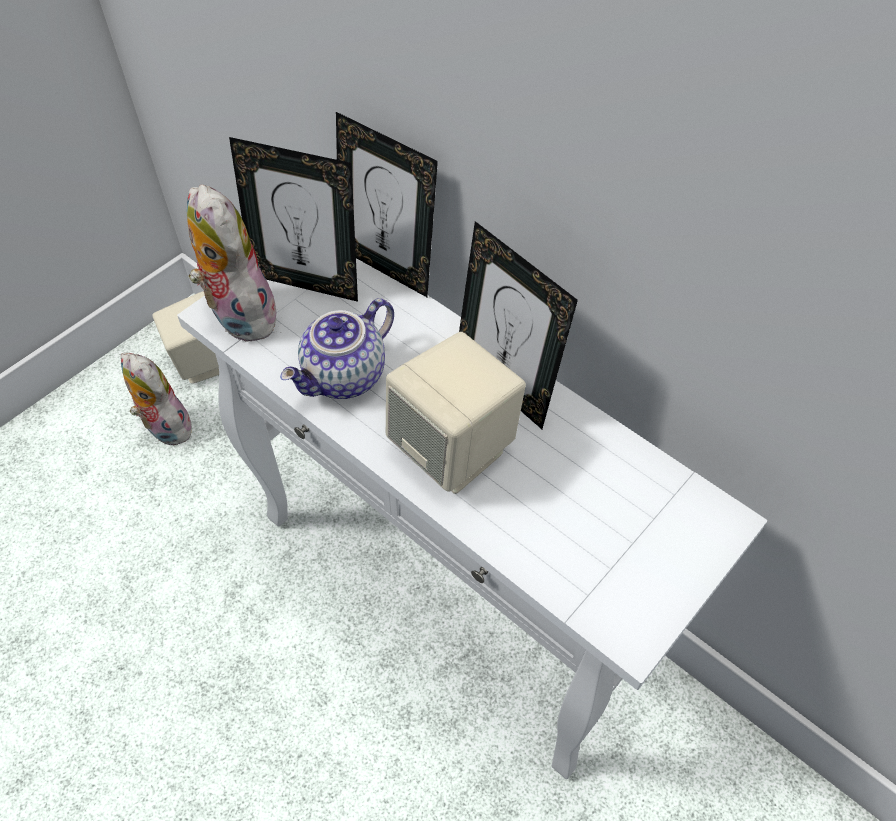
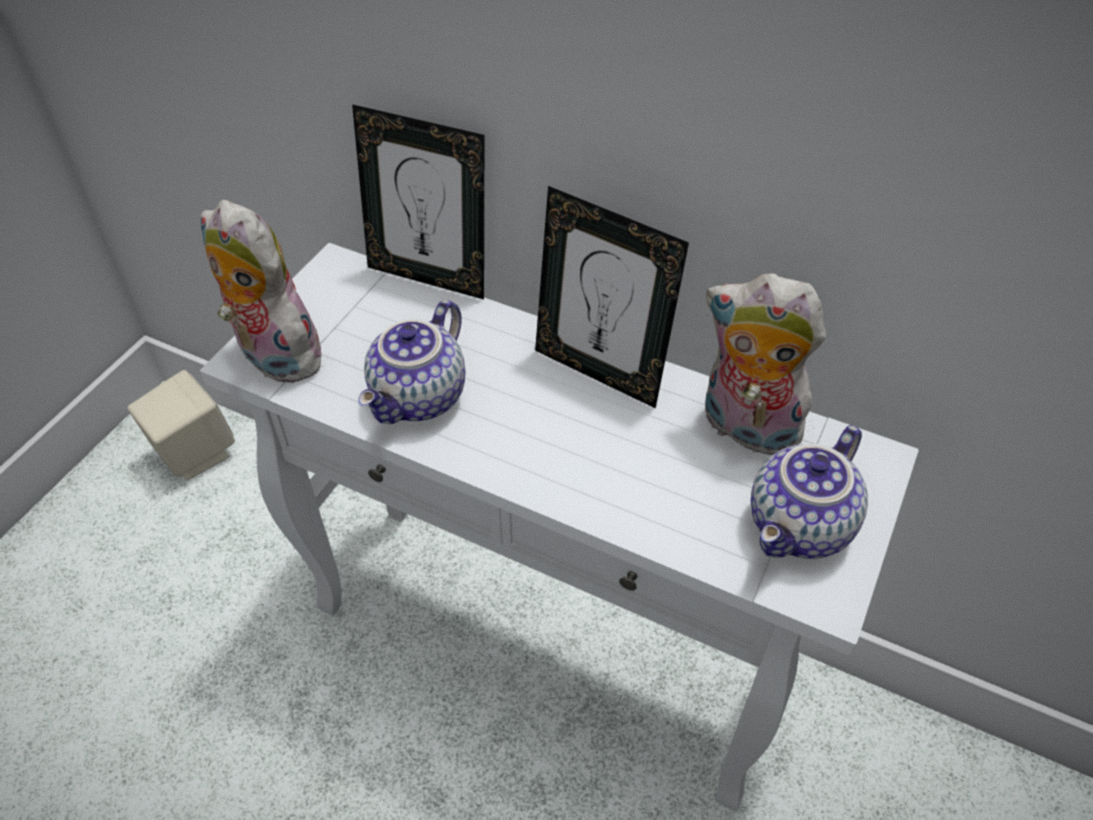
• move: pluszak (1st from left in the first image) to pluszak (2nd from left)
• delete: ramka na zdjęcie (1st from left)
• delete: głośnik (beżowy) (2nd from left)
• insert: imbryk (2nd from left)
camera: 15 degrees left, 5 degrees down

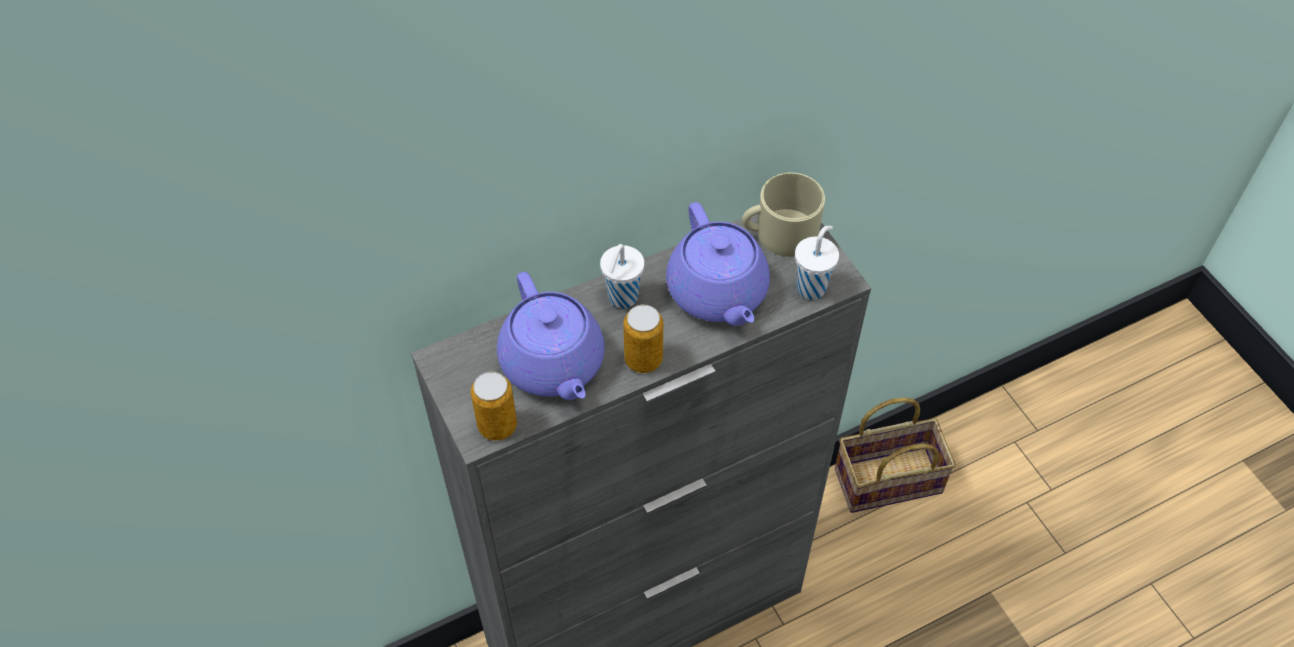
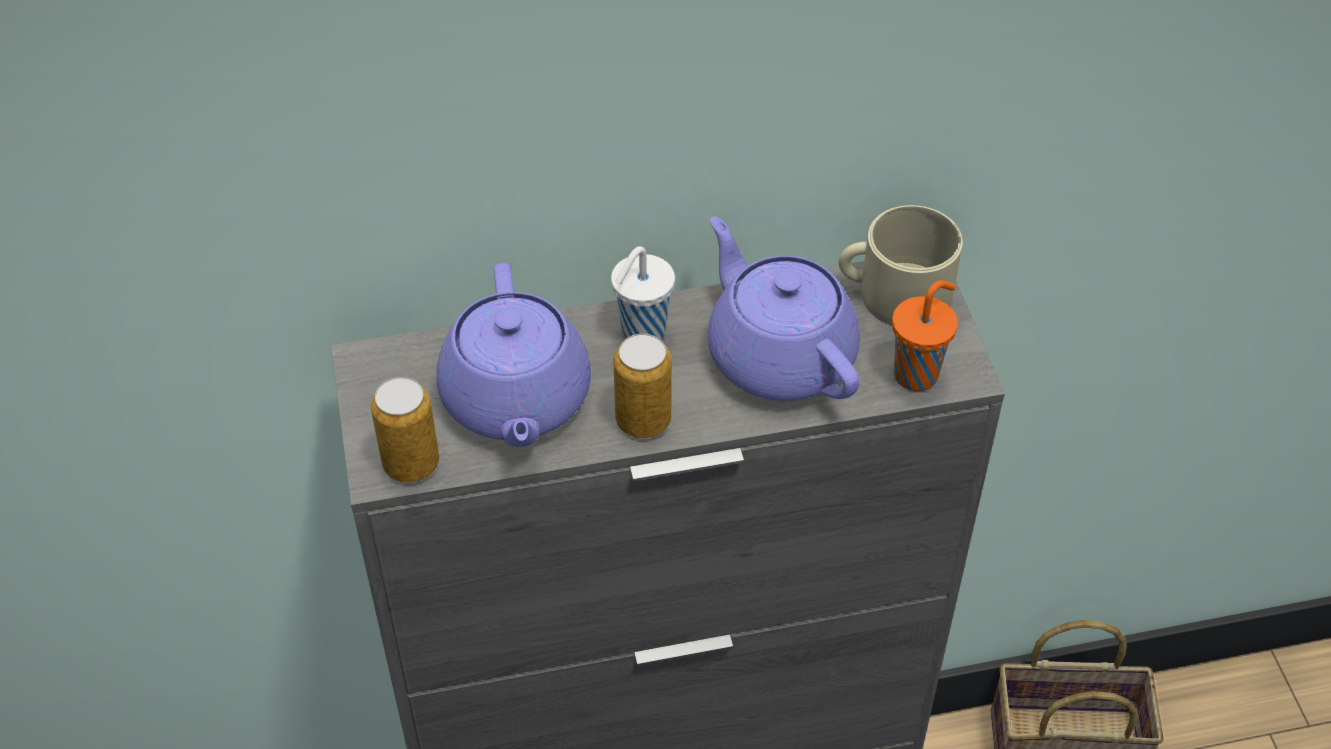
• rotate: imbryk (fioletowy) (2nd from left) 150 degrees clockwise
• recolor: filiżanka (biały) (2nd from left) to filiżanka (pomarańczowy)
camera: 15 degrees right, 5 degrees down

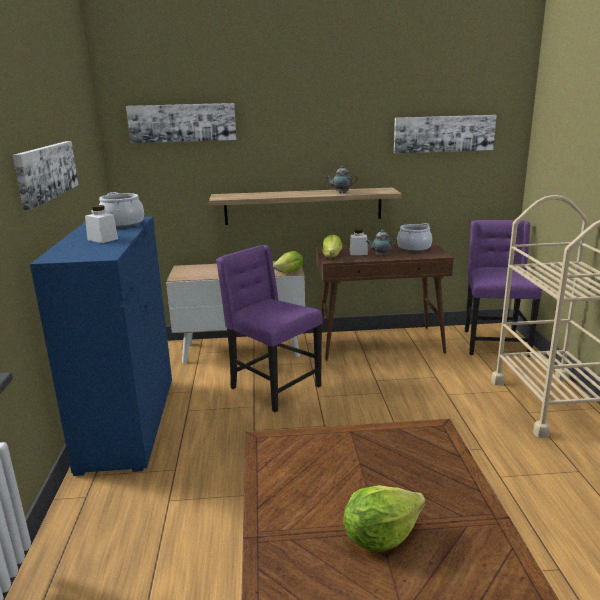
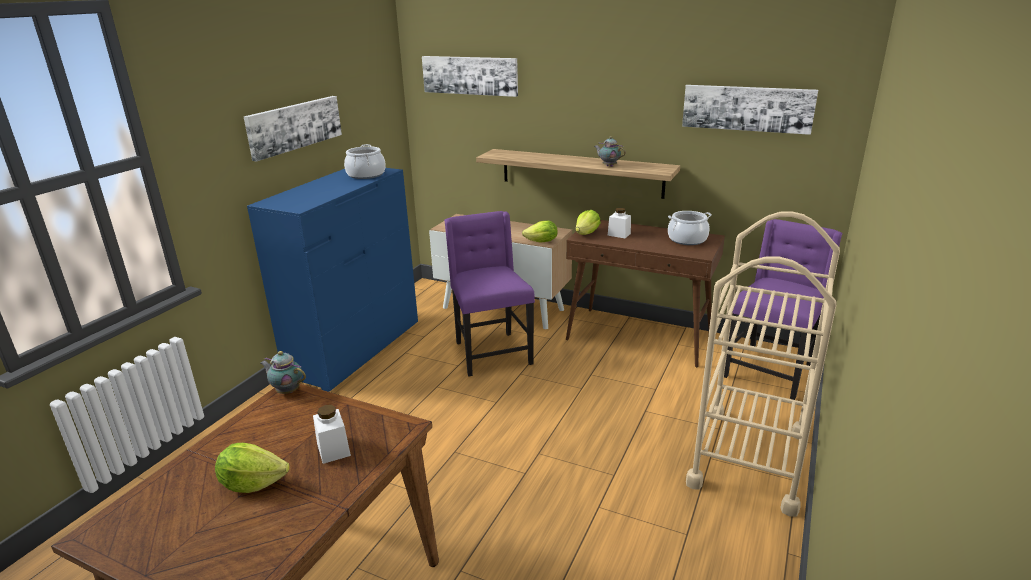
• move: słoik (biały) (1st from left)
• move: imbryk (2nd from left in the first image) to imbryk (1st from left)
camera: 30 degrees right, 5 degrees up

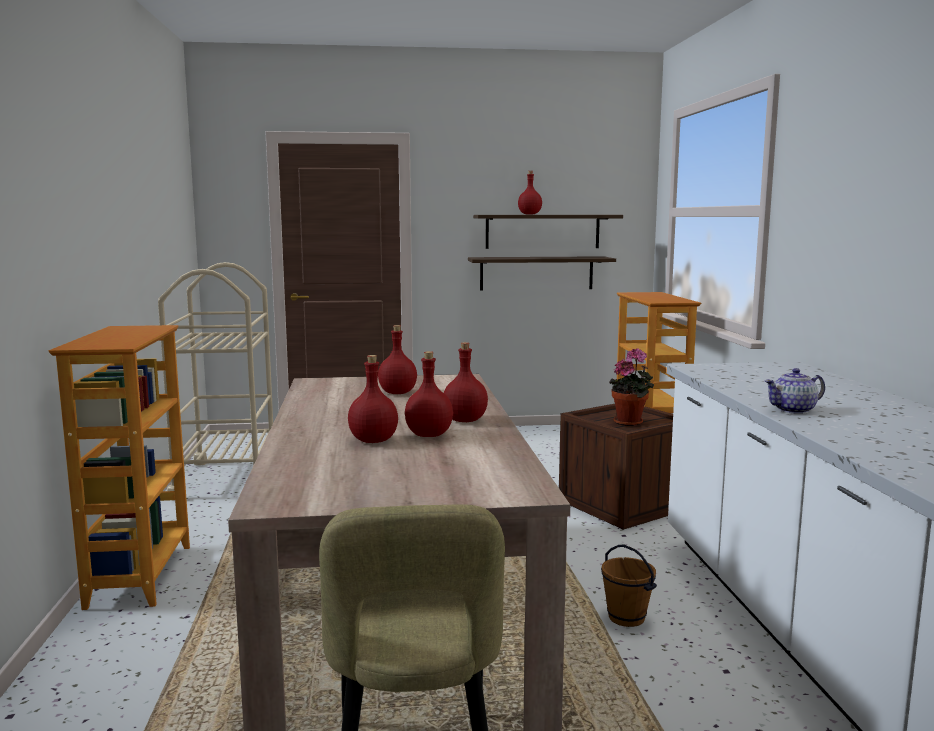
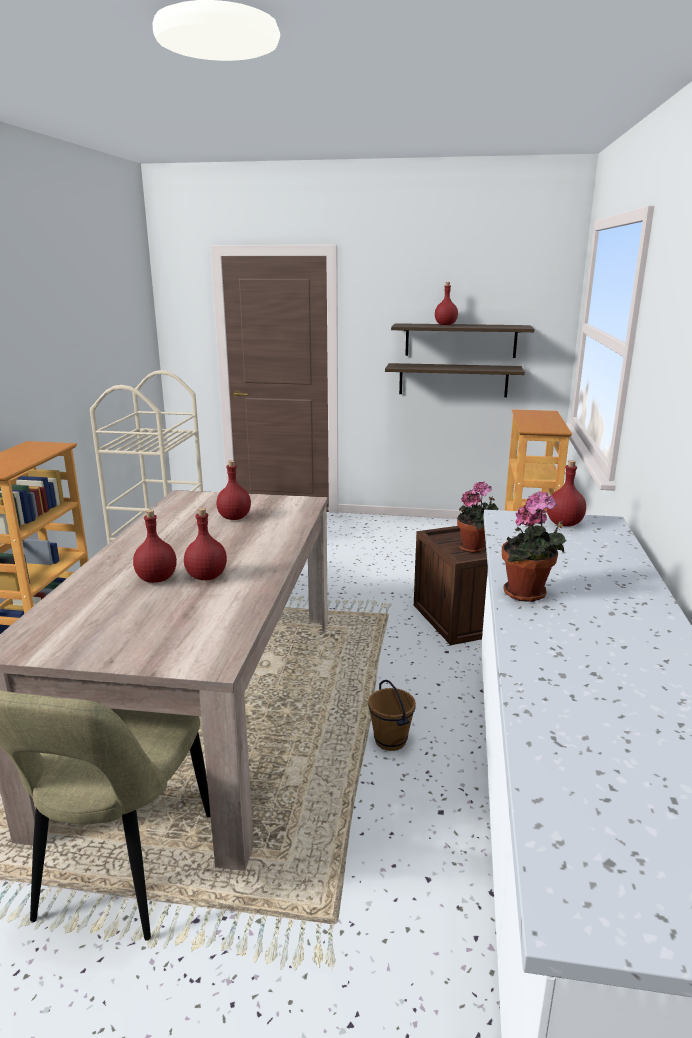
• move: butelka (czerwony) (4th from left in the first image) to butelka (czerwony) (5th from left)
• replace: imbryk to roślina doniczkowa (2nd from left)
camera: 15 degrees right, 10 degrees up

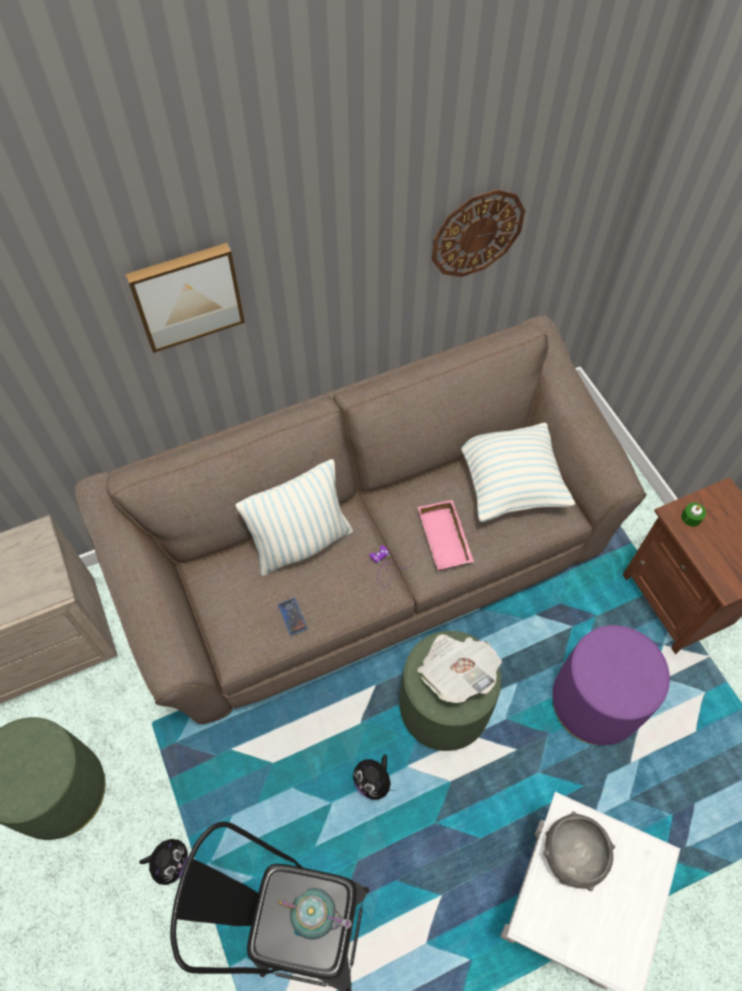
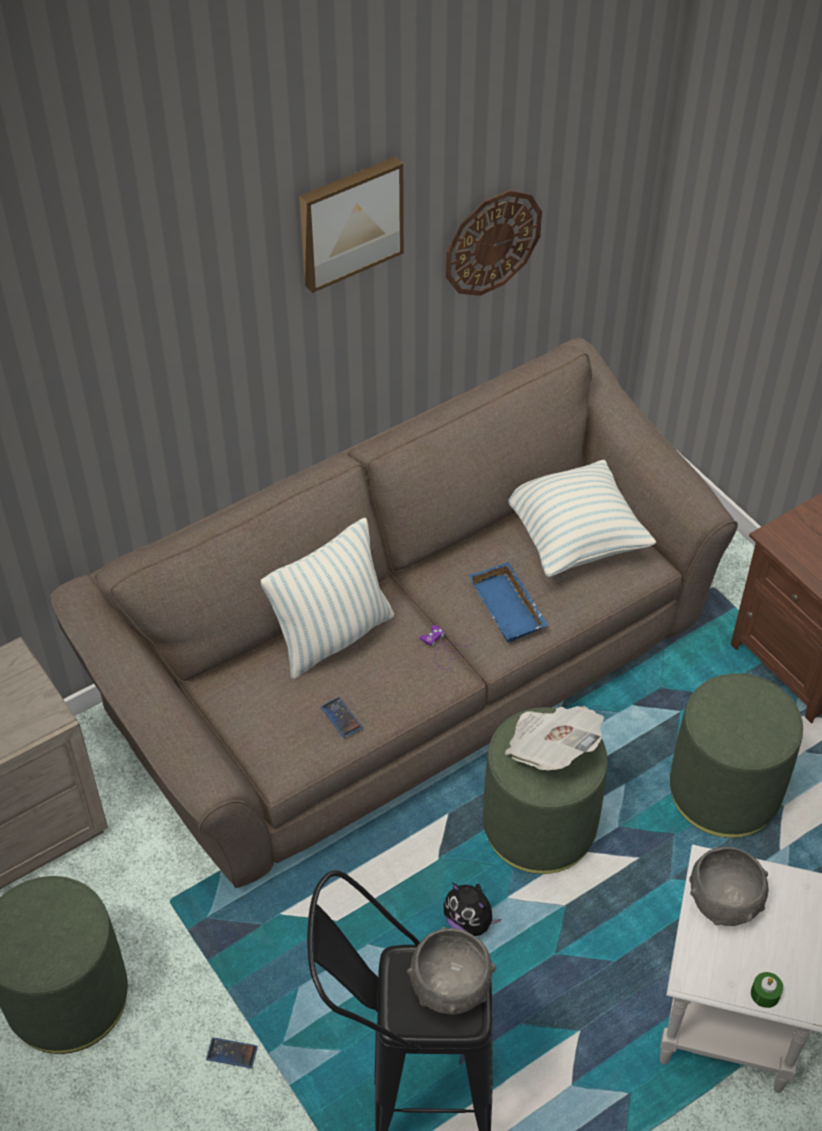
• move: obraz
• replace: pluszak (1st from left) to telefon (1st from left)
• replace: imbryk to miska (szary) (1st from left)
• recolor: taca (różowy) to taca (niebieski)
• recolor: pufa (fioletowy) to pufa (zielony) (3rd from left)
• move: świeca (zielony)
camera: 10 degrees left, 10 degrees down

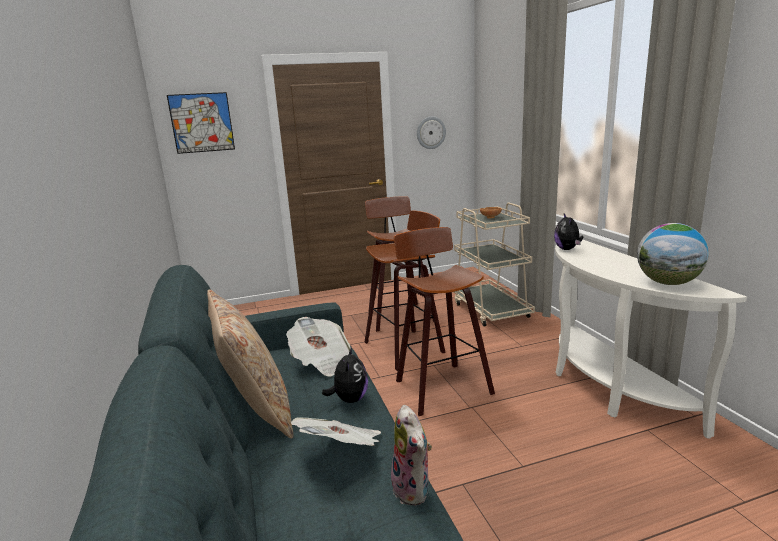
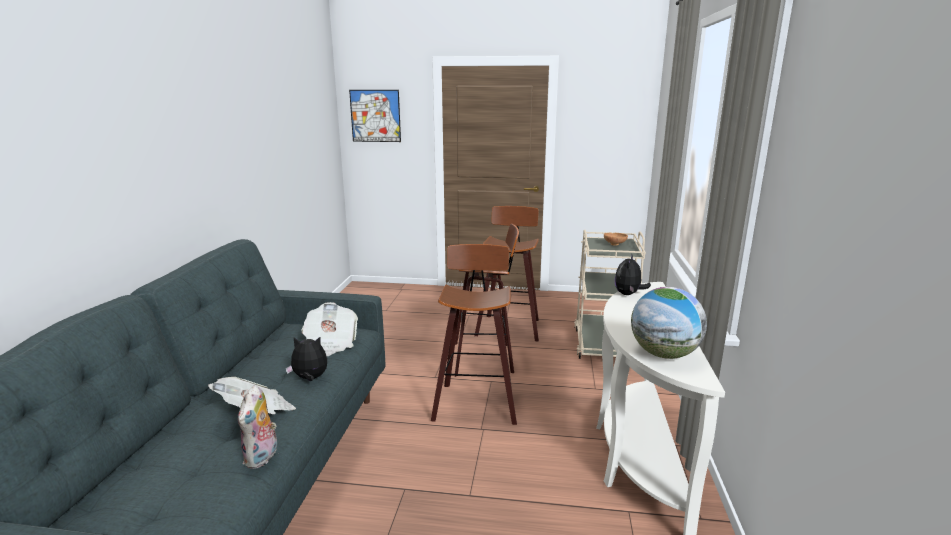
• delete: poduszka (beżowy)
• rotate: pluszak (1st from left in the first image) 120 degrees counterclockwise
• delete: zegar ścienny
camera: 25 degrees right, 0 degrees up

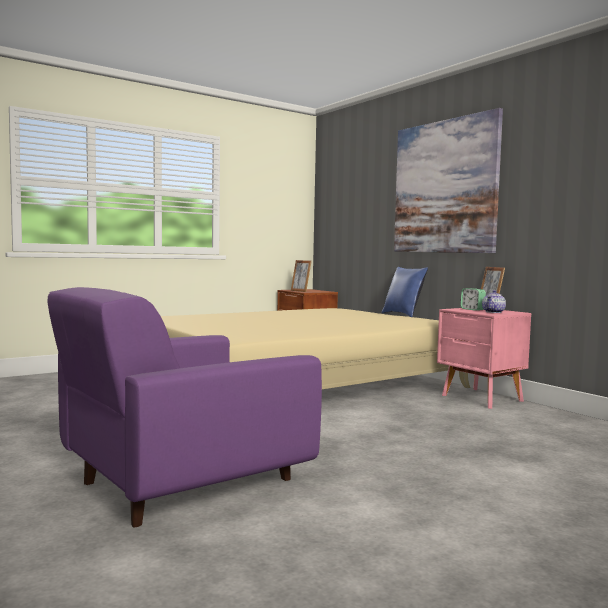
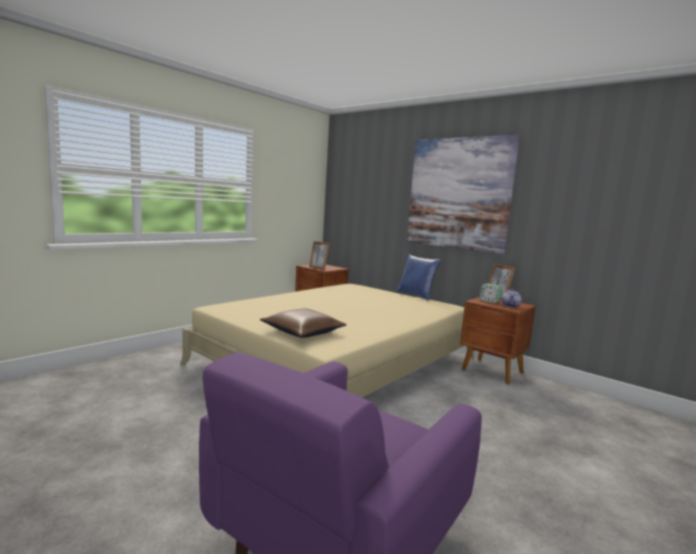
• recolor: szafka nocna (różowy) to szafka nocna (brązowy) (2nd from left)
• insert: poduszka (brązowy)
camera: 15 degrees left, 5 degrees up

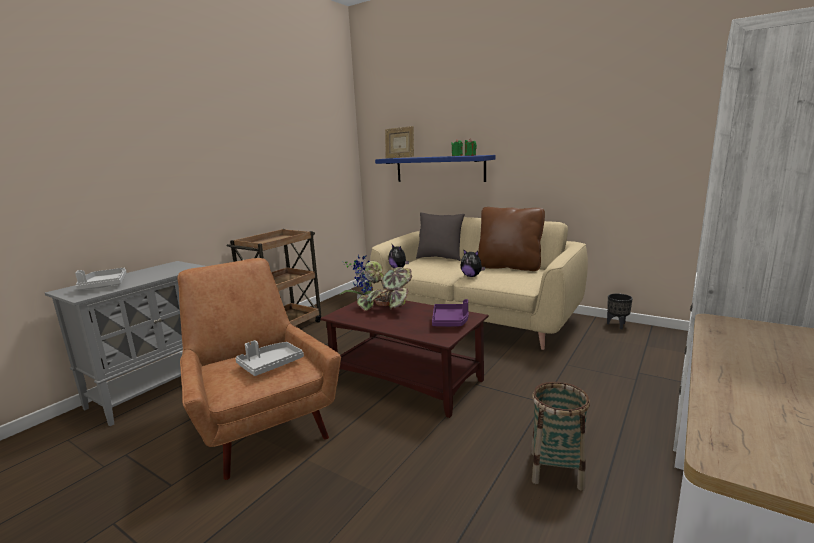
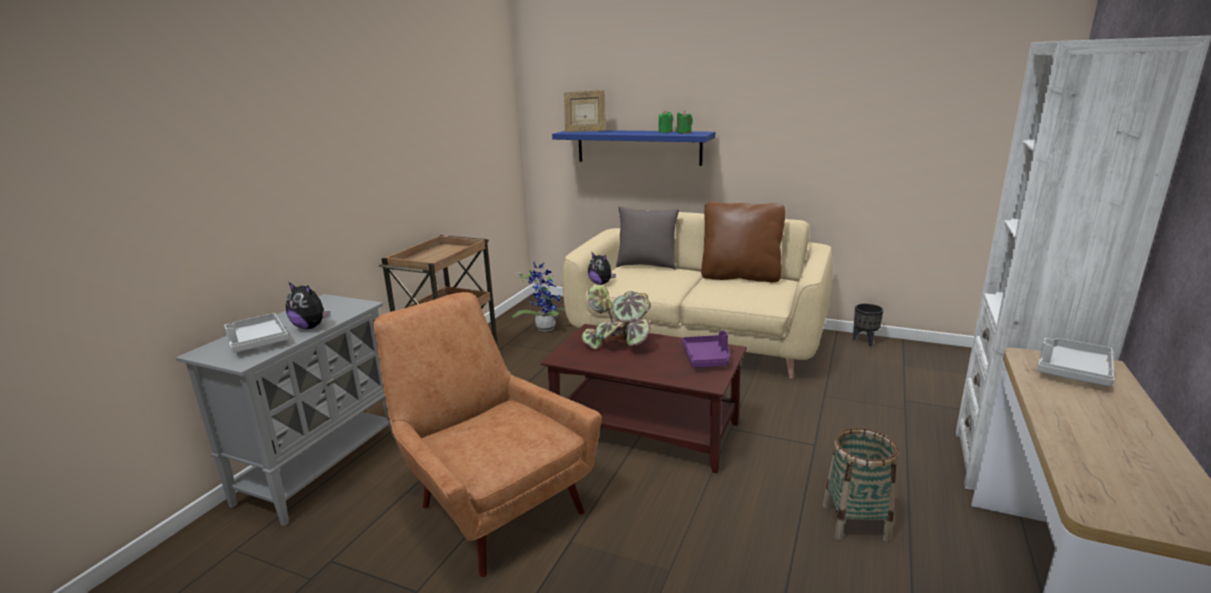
• move: taca (szary) (2nd from left)
• move: pluszak (2nd from left in the first image) to pluszak (1st from left)
camera: 10 degrees left, 5 degrees up

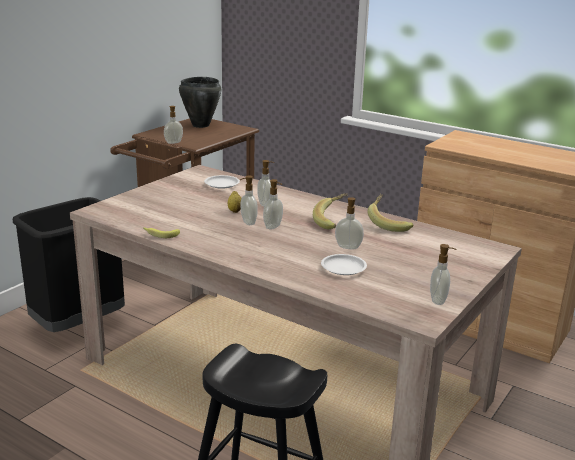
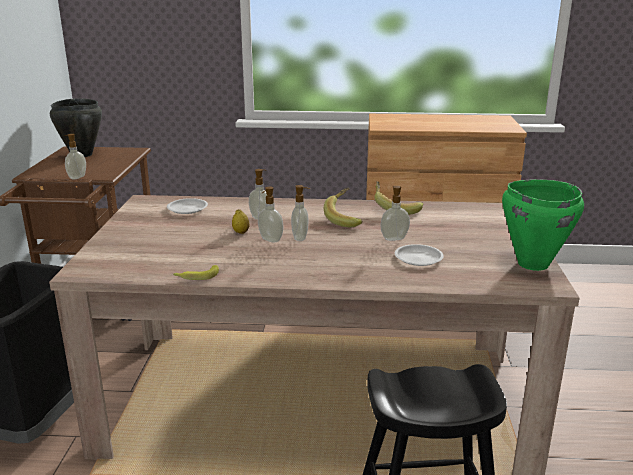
• replace: dozownik mydła (6th from left) to garnek (zielony)
camera: 30 degrees left, 0 degrees up

